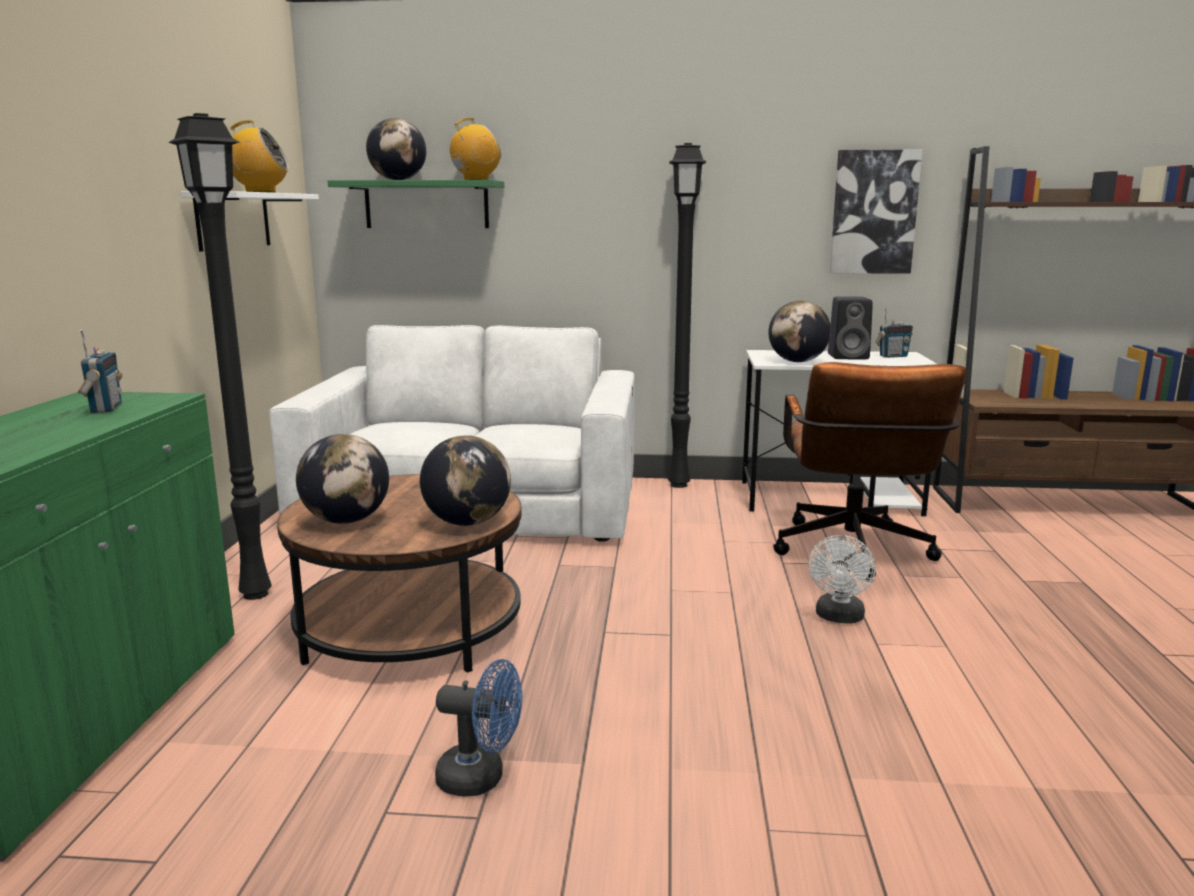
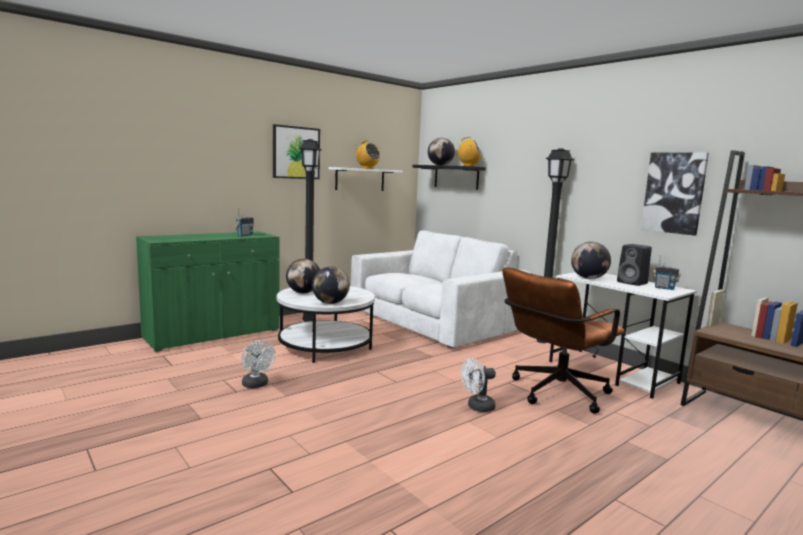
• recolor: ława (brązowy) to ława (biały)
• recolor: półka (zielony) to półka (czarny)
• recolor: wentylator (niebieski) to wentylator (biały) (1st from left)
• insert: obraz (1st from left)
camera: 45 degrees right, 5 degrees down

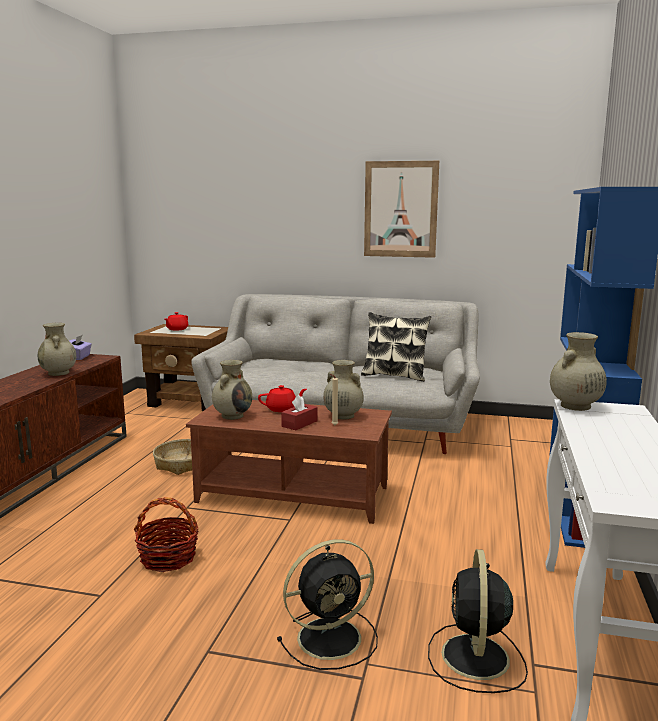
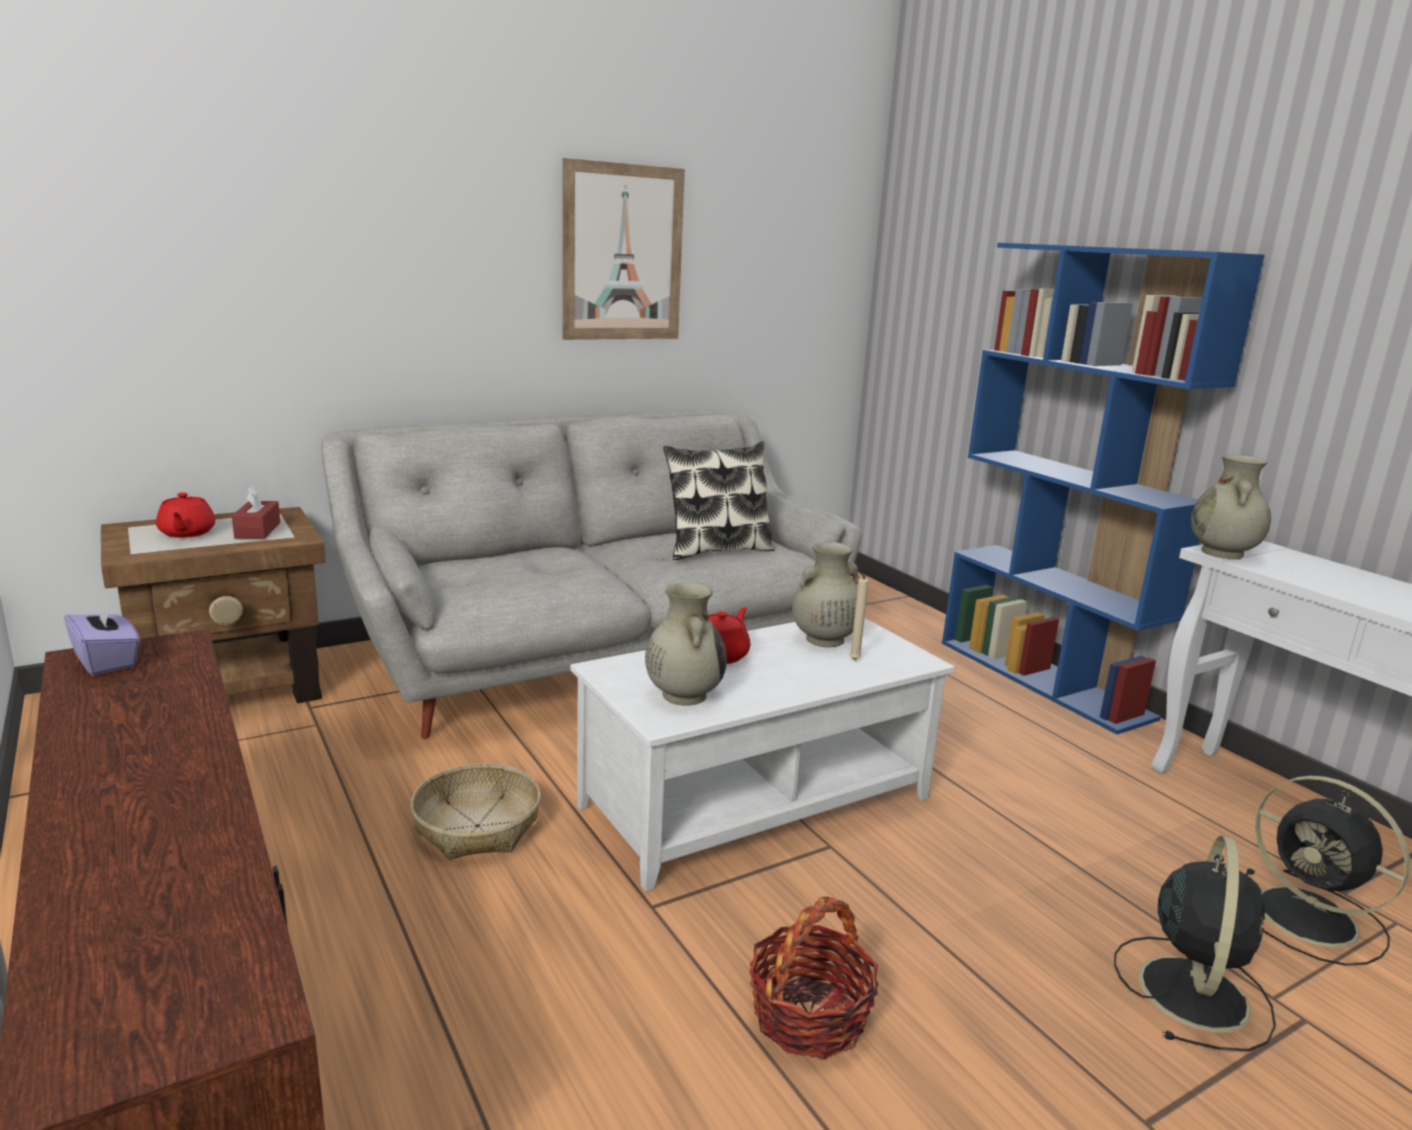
• delete: wazon (beżowy) (1st from left)
• recolor: ława (brązowy) to ława (biały)
• move: pudełko chusteczek (czerwony)
camera: 45 degrees left, 5 degrees up

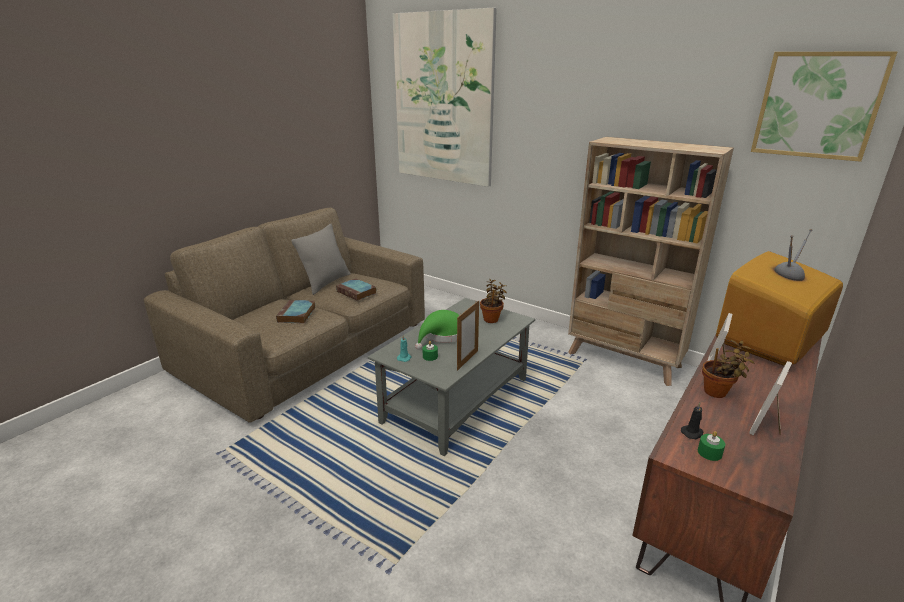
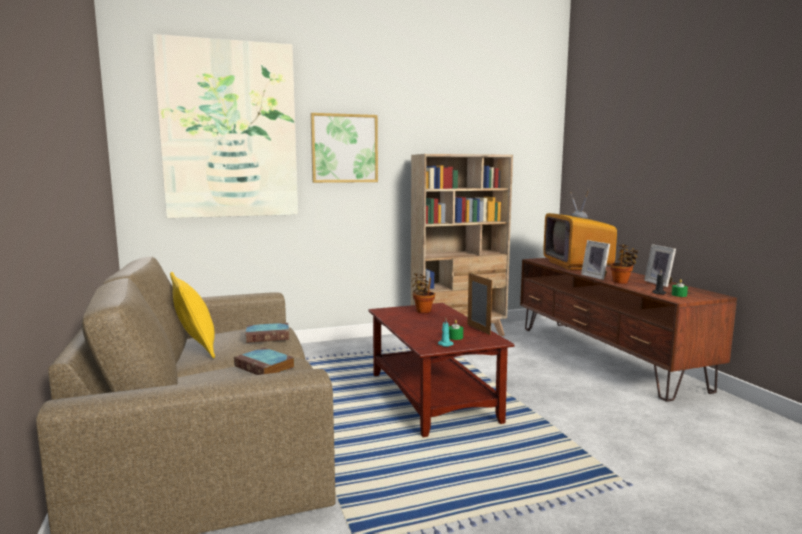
• recolor: poduszka (szary) to poduszka (żółty)
• recolor: ława (szary) to ława (brązowy)
• delete: kapelusz (zielony)
• move: obraz (2nd from left)
camera: 55 degrees left, 15 degrees down

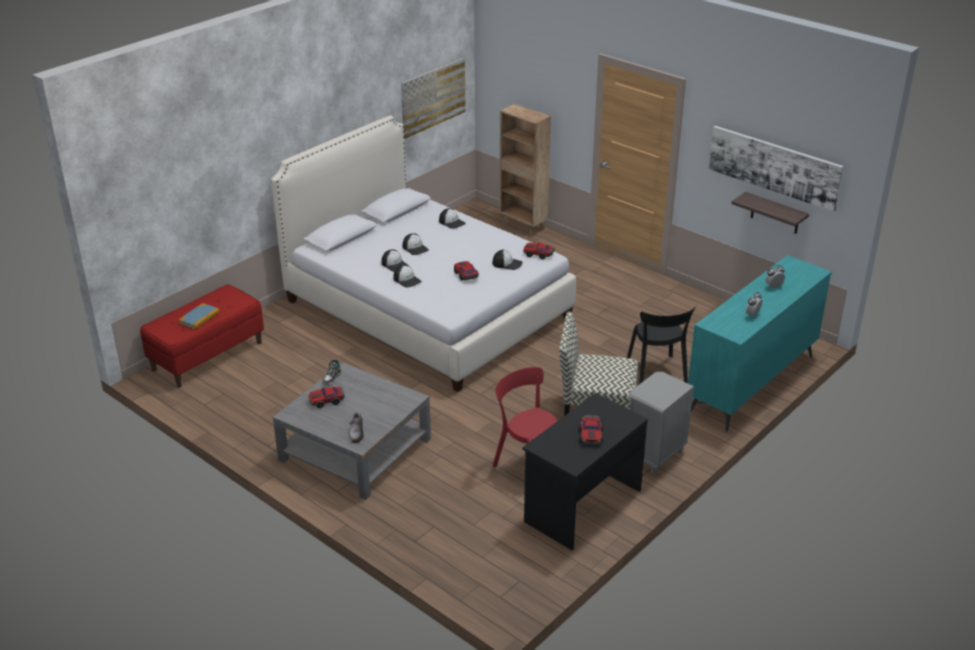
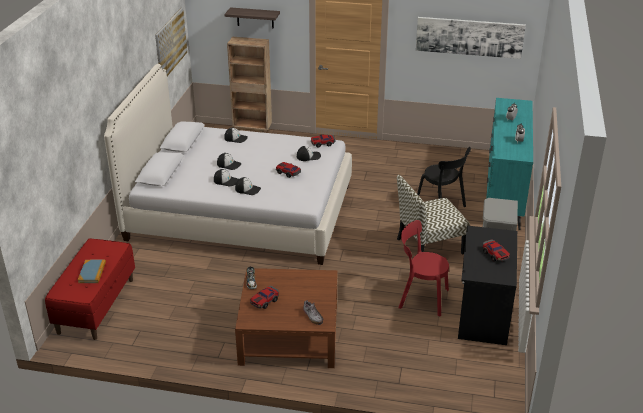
• recolor: ława (szary) to ława (brązowy)
• move: półka
camera: 30 degrees left, 0 degrees up

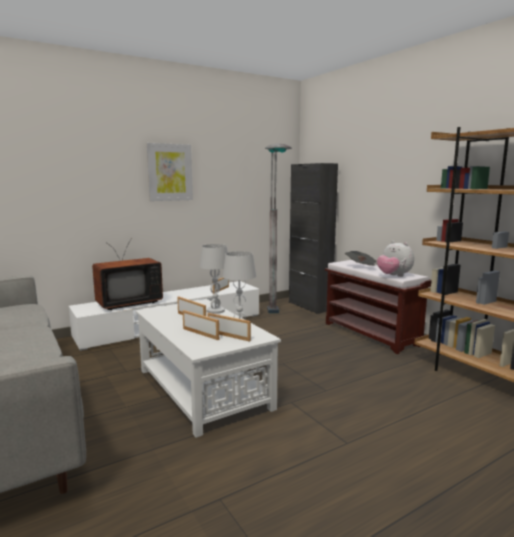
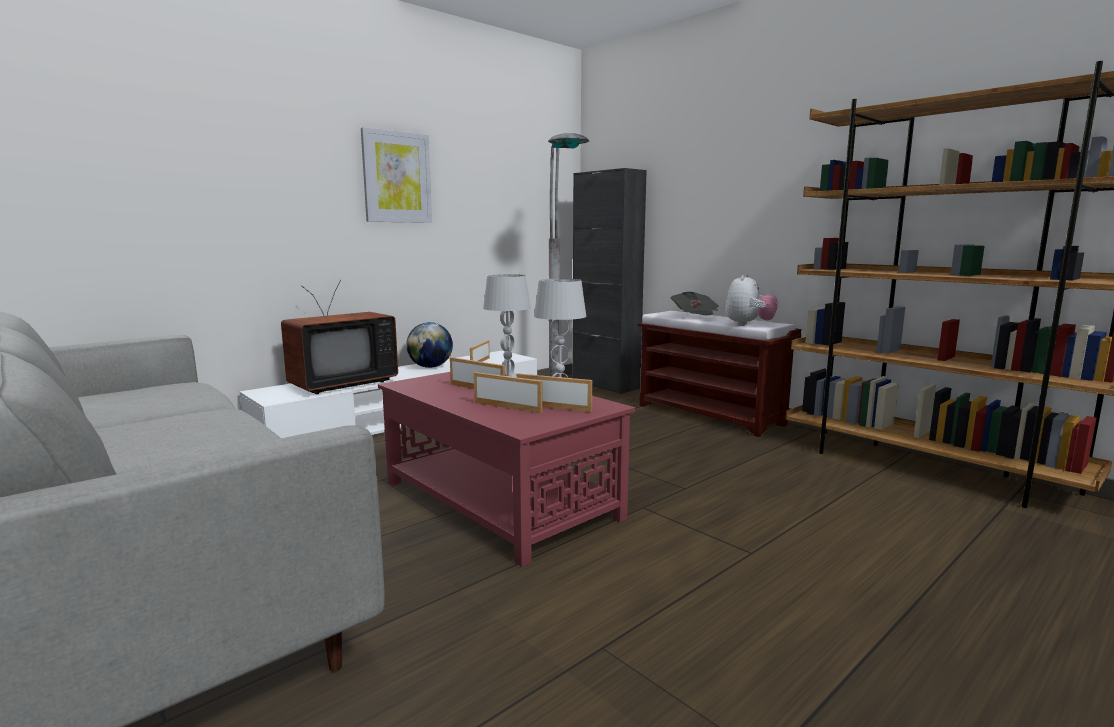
• recolor: ława (biały) to ława (czerwony)
• rotate: pluszak 105 degrees counterclockwise
• insert: globus
camera: 10 degrees left, 0 degrees up

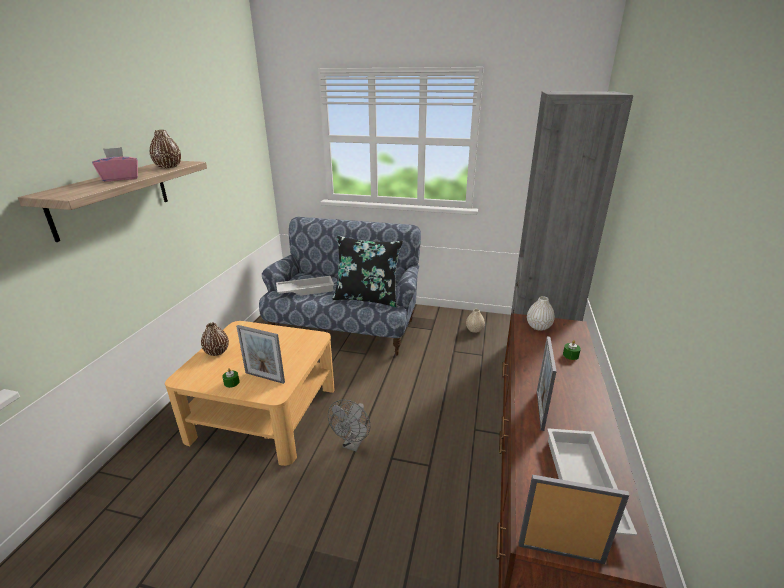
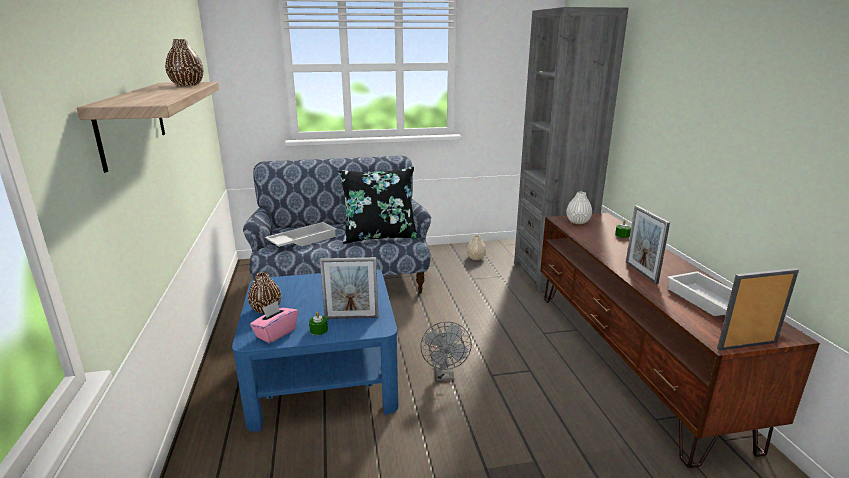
• move: pudełko chusteczek (różowy)
• recolor: ława (beżowy) to ława (niebieski)
camera: 25 degrees left, 5 degrees down

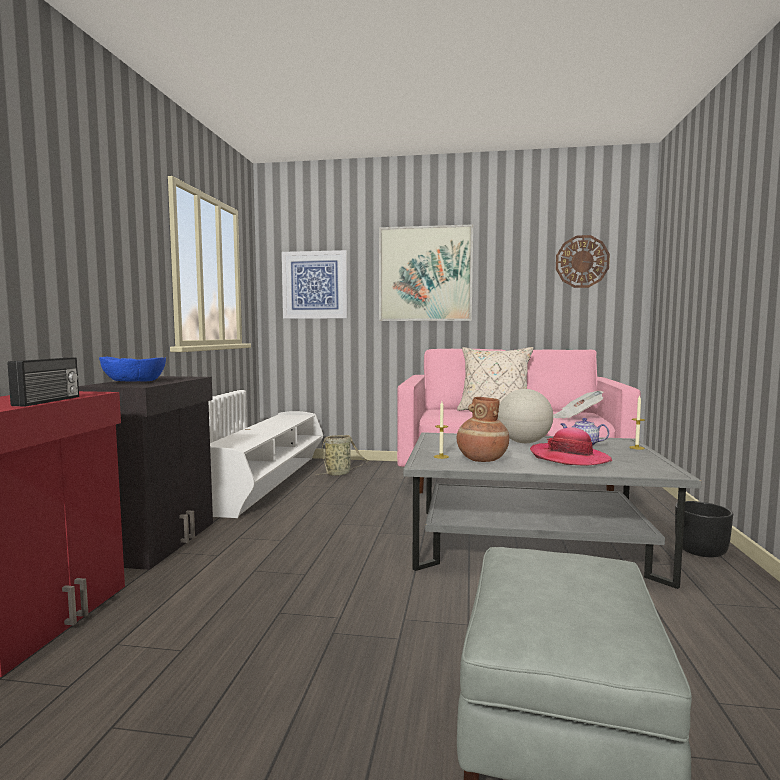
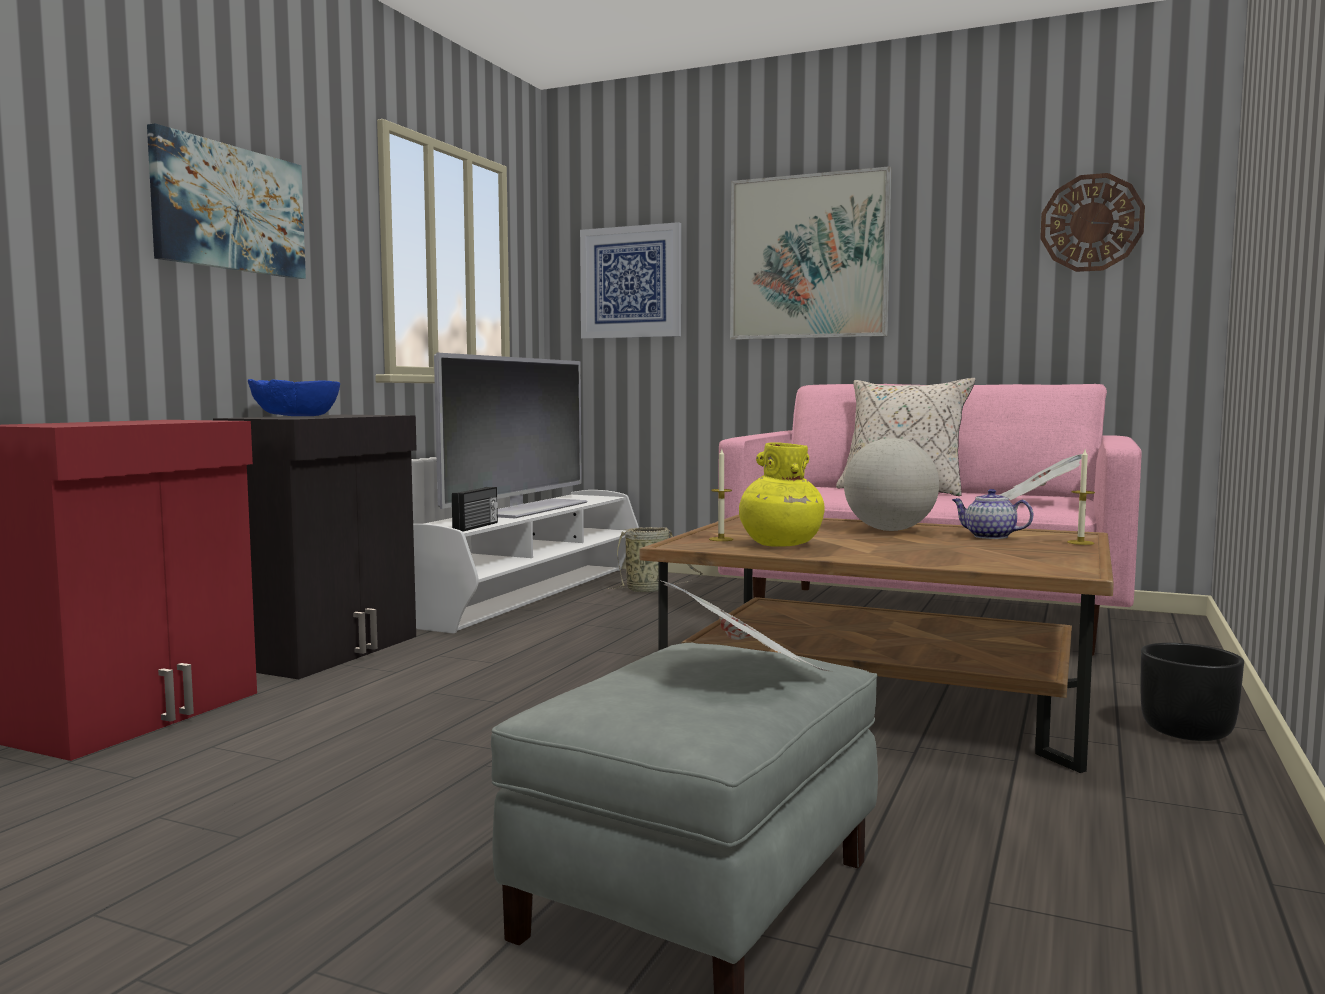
• move: radio
• recolor: ława (szary) to ława (brązowy)
• recolor: wazon (brązowy) to wazon (żółty)
• delete: kapelusz
• insert: obraz (1st from left)
• insert: telewizor
• insert: gazeta (1st from left)
camera: 15 degrees right, 0 degrees up

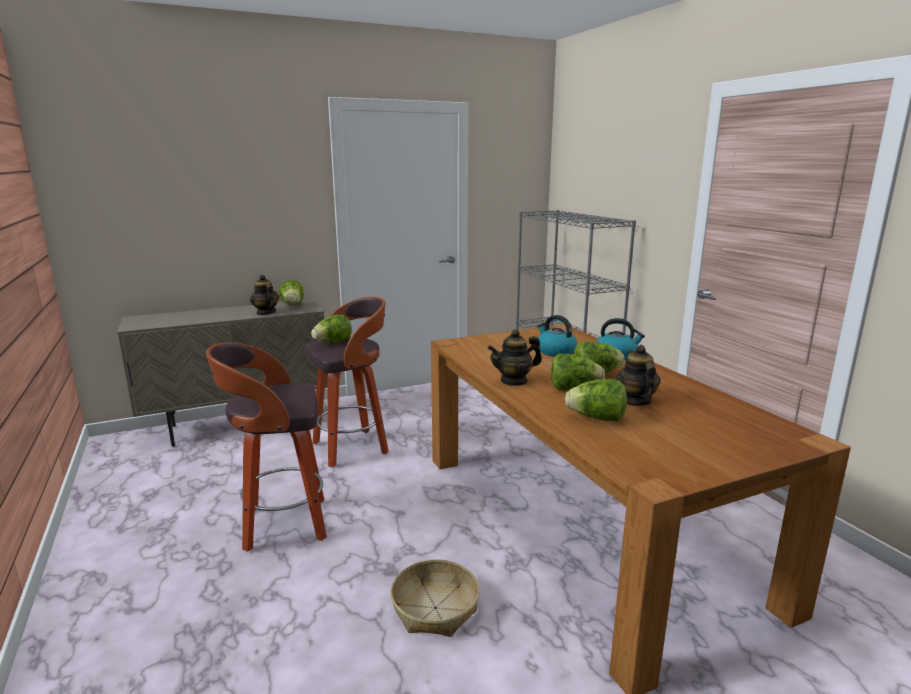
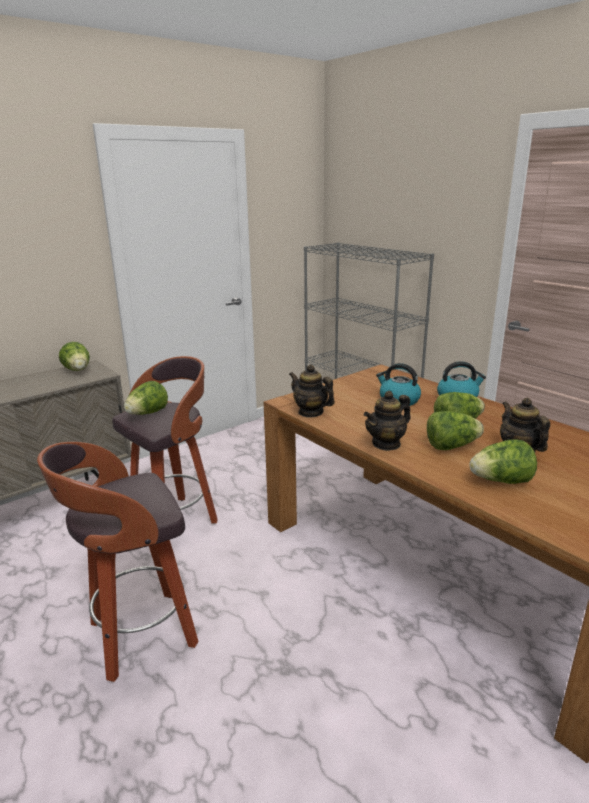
• move: imbryk (1st from left)
• delete: koszyk
camera: 15 degrees left, 5 degrees up

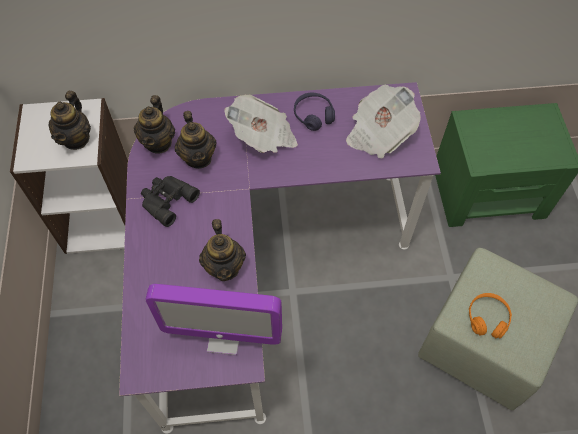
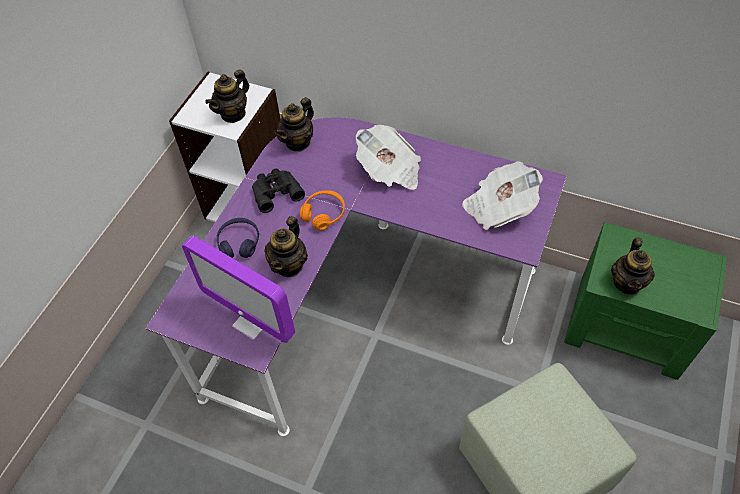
• move: imbryk (3rd from left in the first image) to imbryk (4th from left)
• move: słuchawki (fioletowy)
• move: słuchawki (pomarańczowy)
camera: 30 degrees right, 5 degrees down

